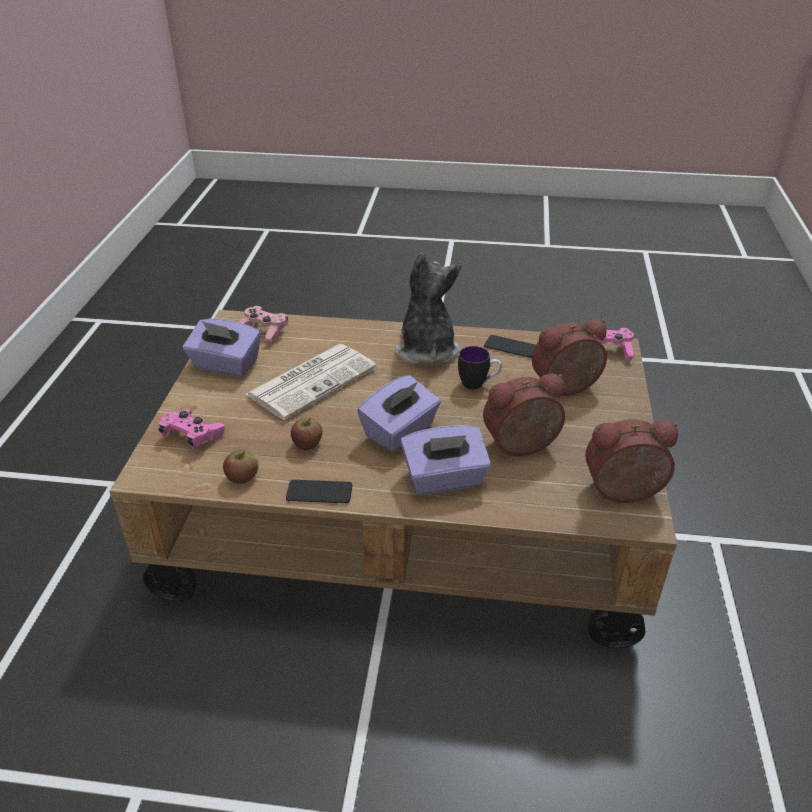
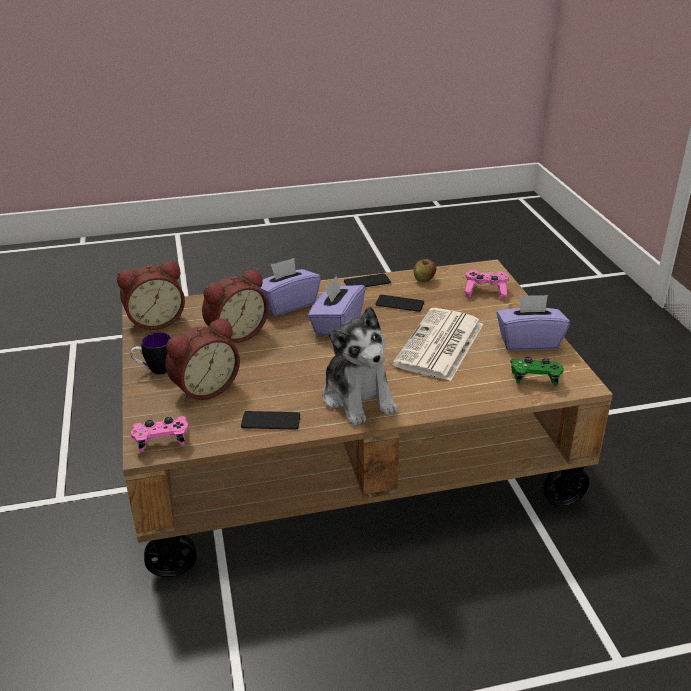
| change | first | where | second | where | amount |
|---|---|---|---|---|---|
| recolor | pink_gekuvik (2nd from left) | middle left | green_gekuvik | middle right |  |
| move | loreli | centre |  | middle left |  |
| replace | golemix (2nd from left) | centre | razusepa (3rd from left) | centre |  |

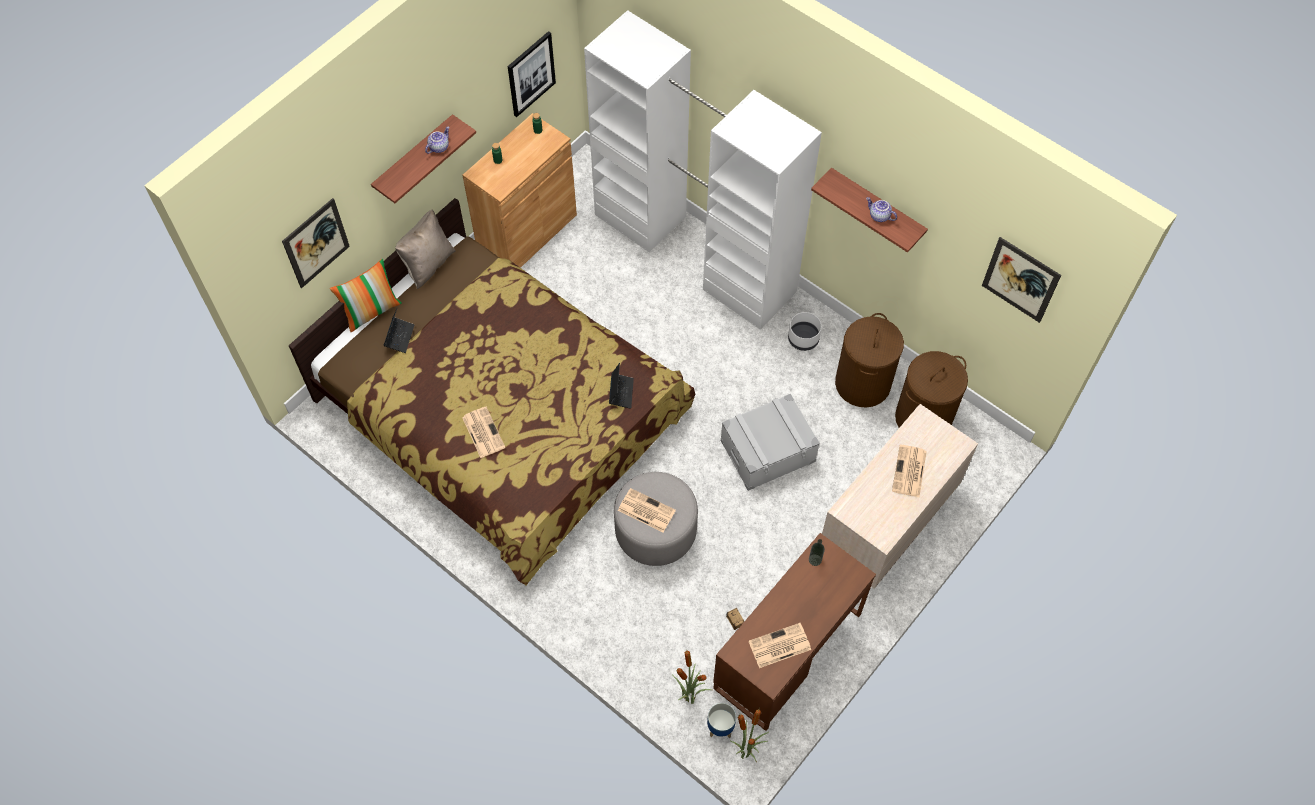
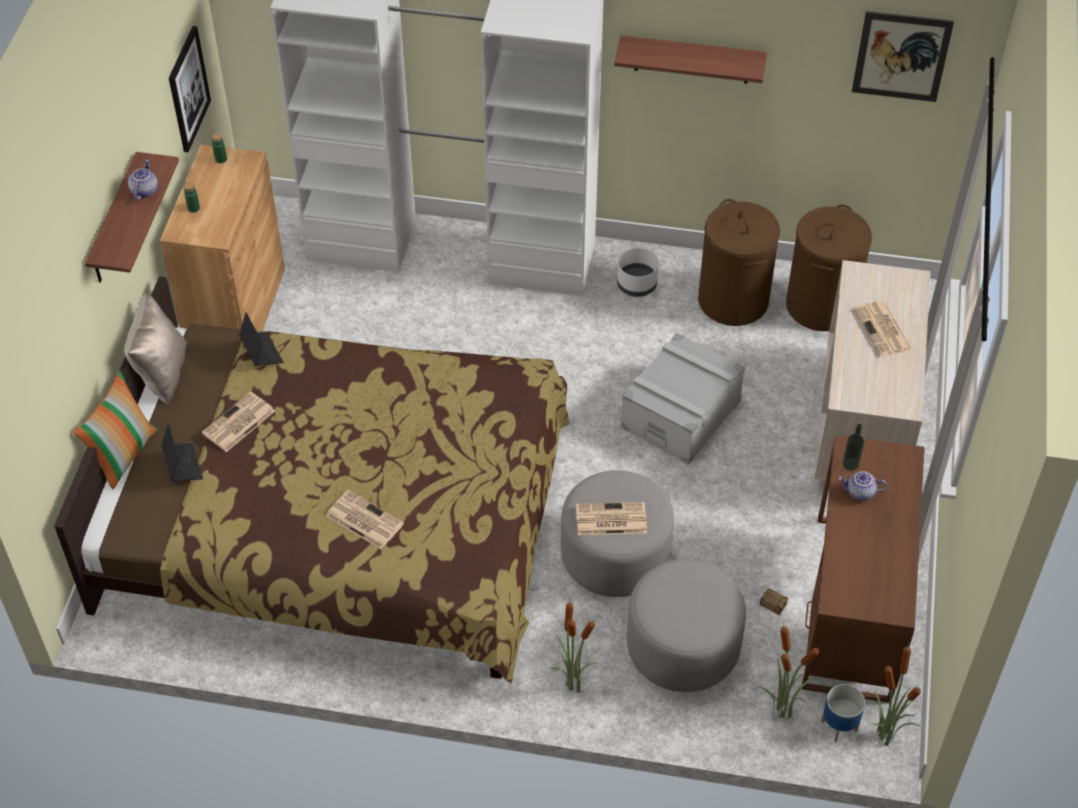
| change | first | where | second | where | amount |
|---|---|---|---|---|---|
| move | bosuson (2nd from left) | top right |  | middle right |  |
| delete | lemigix (1st from left) | top left |  |  |  |
| move | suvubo (2nd from left) | centre |  | middle left |  |
| move | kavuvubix (3rd from left in the first image) | bottom centre | kavuvubix (1st from left) | middle left |  |
| insert |  |  | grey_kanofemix (2nd from left) | bottom centre |  |
| insert |  |  | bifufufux (1st from left) | bottom centre |  |

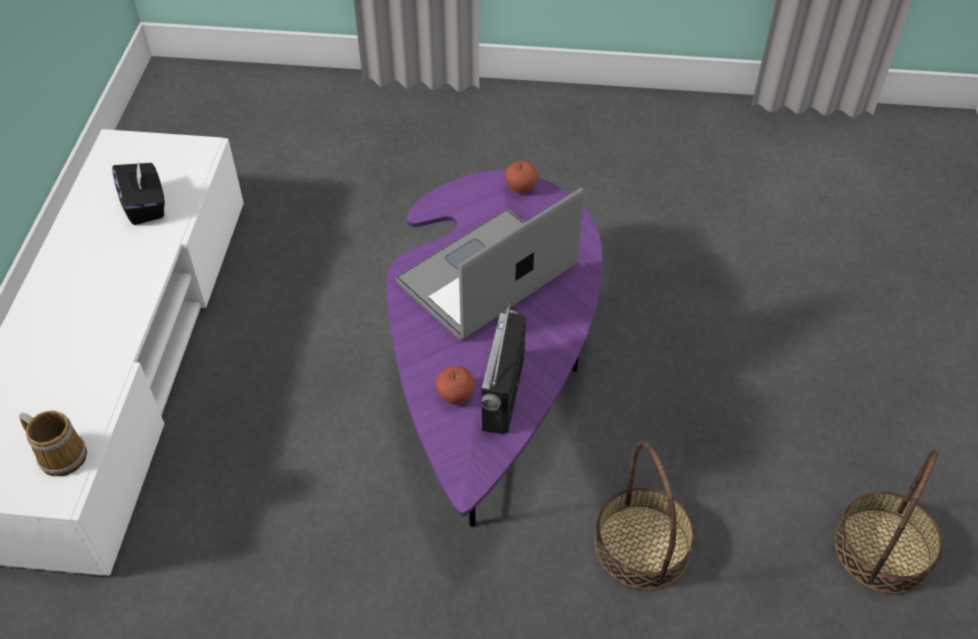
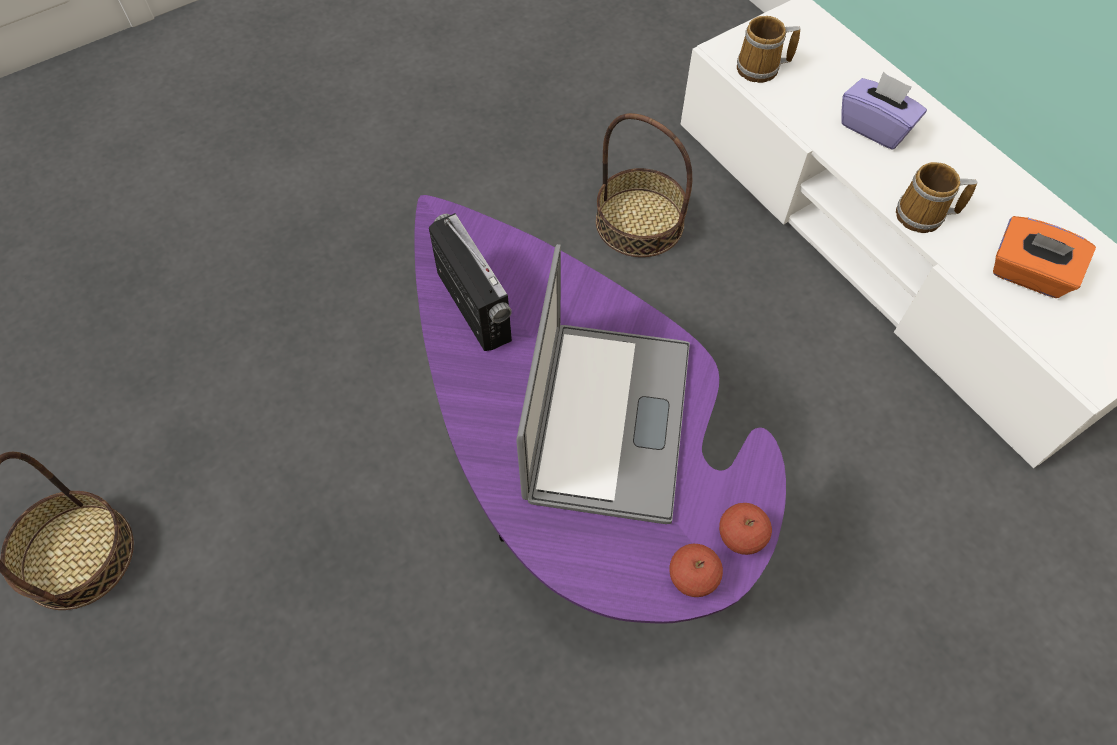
| change | first | where | second | where | amount |
|---|---|---|---|---|---|
| recolor | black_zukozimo | top left | orange_zukozimo | middle right |  |
| move | golemix (1st from left in the first image) | centre | golemix (2nd from left) | bottom right |  |
| move | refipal (1st from left in the first image) | bottom centre | refipal (2nd from left) | top centre |  |
| insert |  |  | purple_zukozimo | top right |  |
| insert |  |  | loreli (2nd from left) | top right |  |

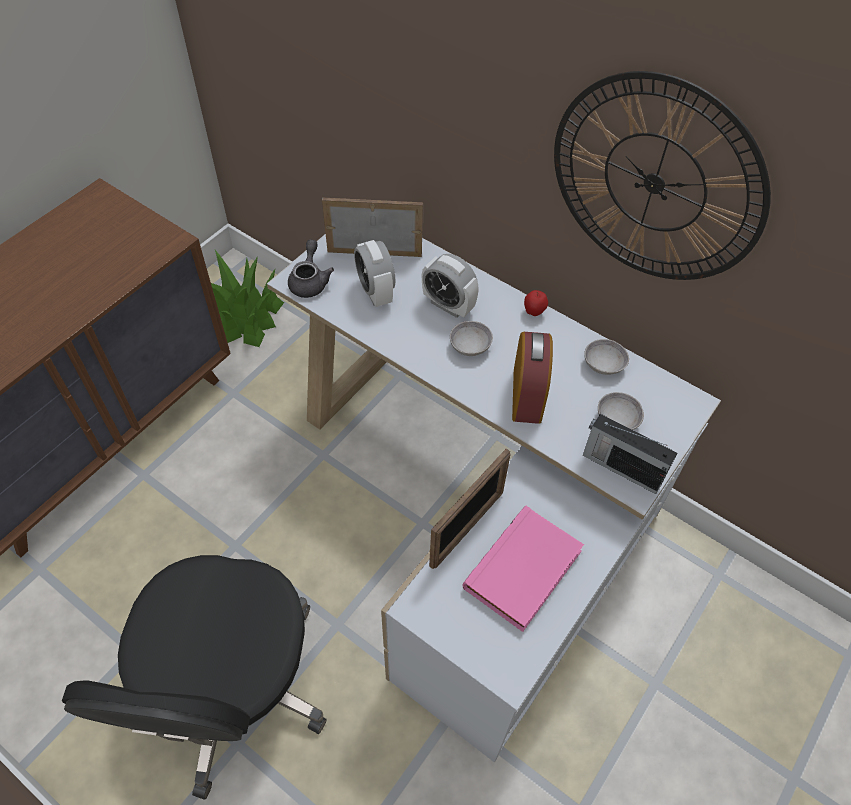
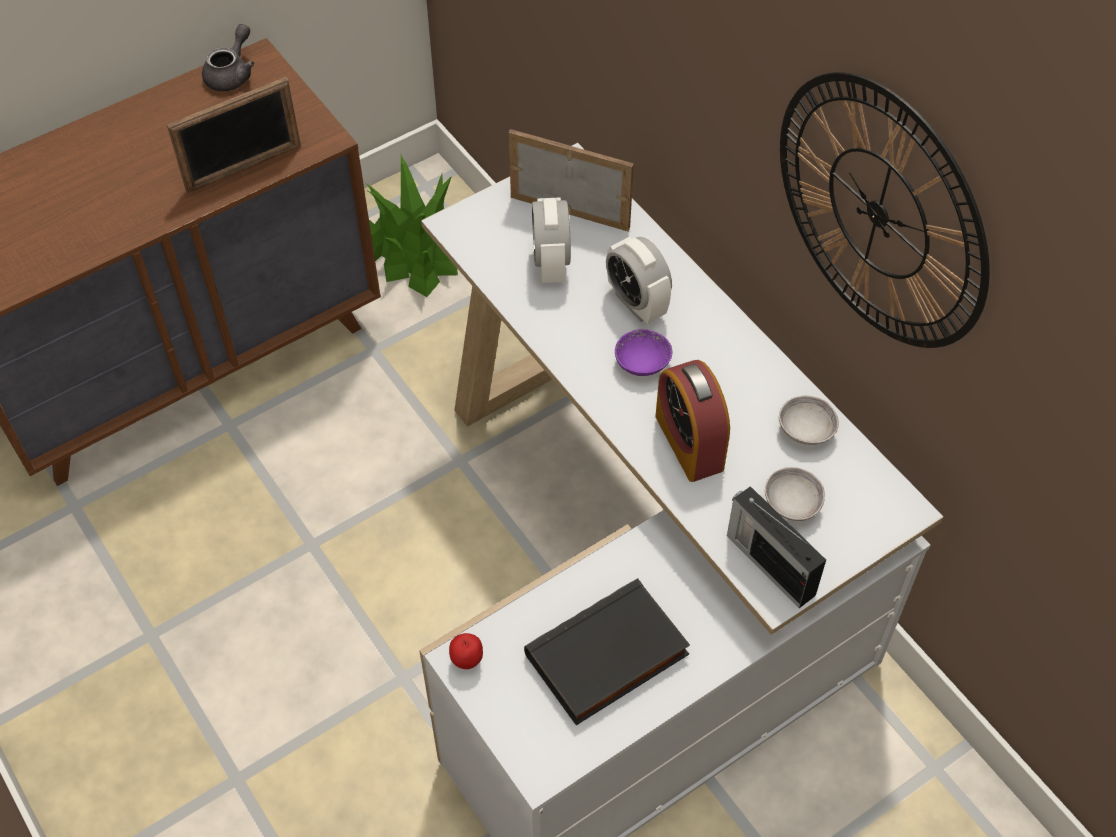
| change | first | where | second | where | amount |
|---|---|---|---|---|---|
| move | grey_bosuson | top centre |  | top left |  |
| move | golemix | centre |  | bottom centre |  |
| recolor | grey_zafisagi (1st from left) | centre | purple_zafisagi | centre |  |
| rotate | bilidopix (3rd from left) | centre |  | centre | 135 degrees clockwise |
| move | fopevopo (2nd from left in the first image) | centre | fopevopo (1st from left) | top left |  |
| recolor | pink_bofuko | bottom centre | black_bofuko | bottom centre |  |
| delete | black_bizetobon | bottom left |  |  |  |

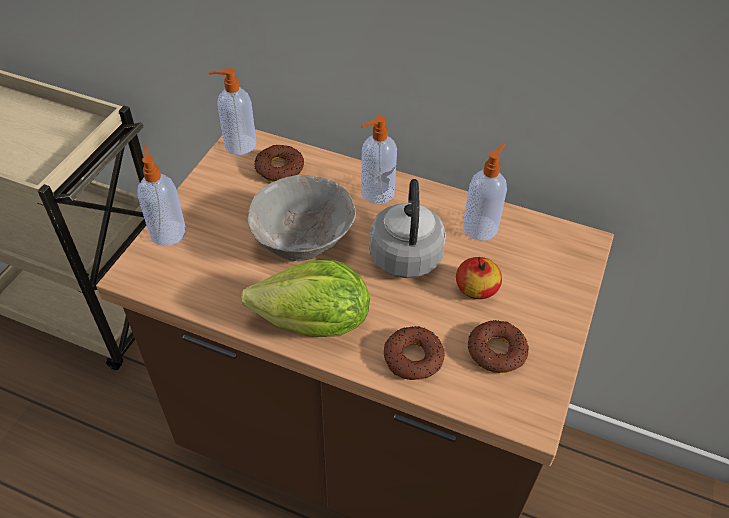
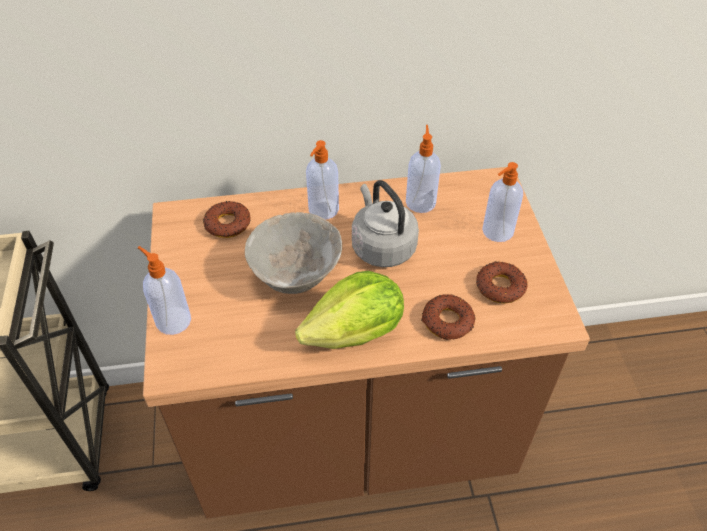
| change | first | where | second | where | amount |
|---|---|---|---|---|---|
| move | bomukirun (2nd from left in the first image) | top left | bomukirun (4th from left) | middle right |  |
| delete | golemix | centre |  |  |  |

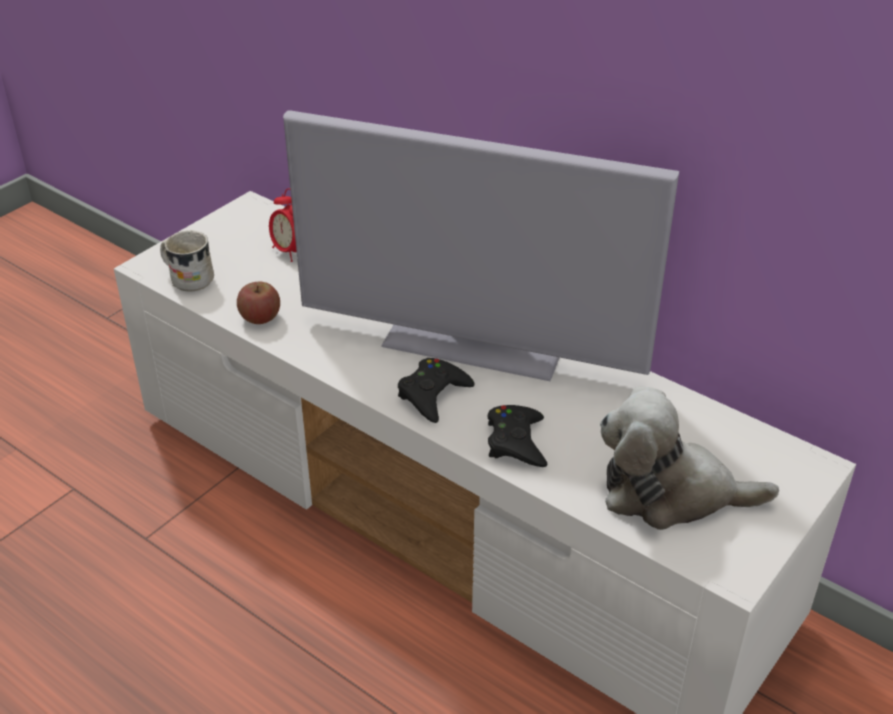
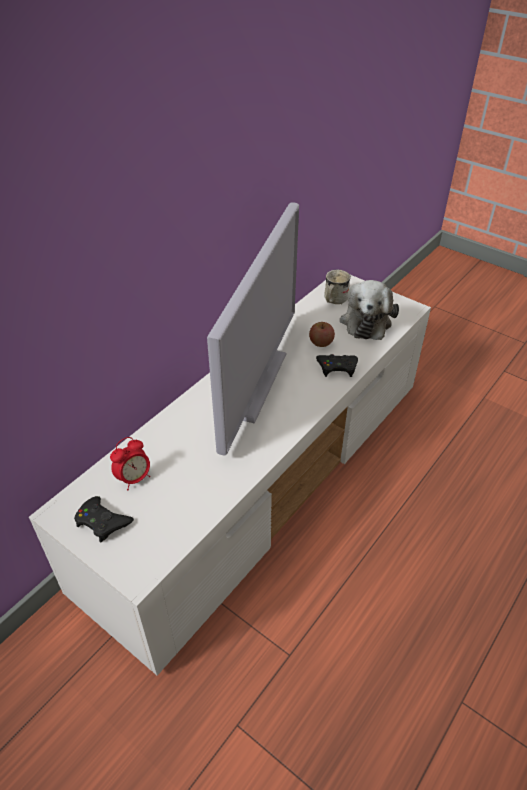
| change | first | where | second | where | amount |
|---|---|---|---|---|---|
| move | white_loreli | middle left |  | centre |  |
| move | golemix | middle left |  | centre |  |
| move | black_gekuvik (1st from left) | centre |  | middle left |  |

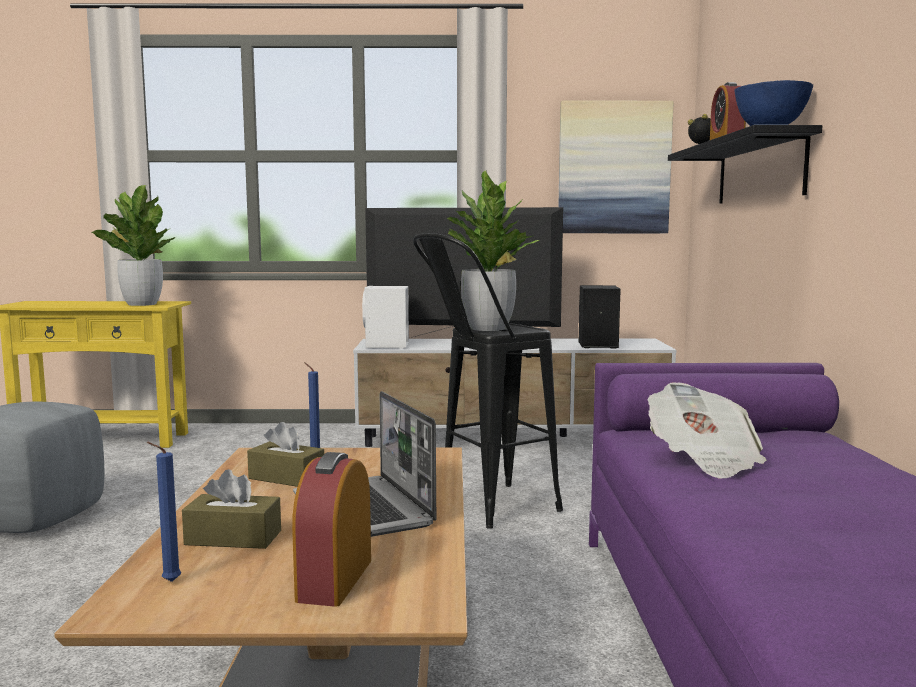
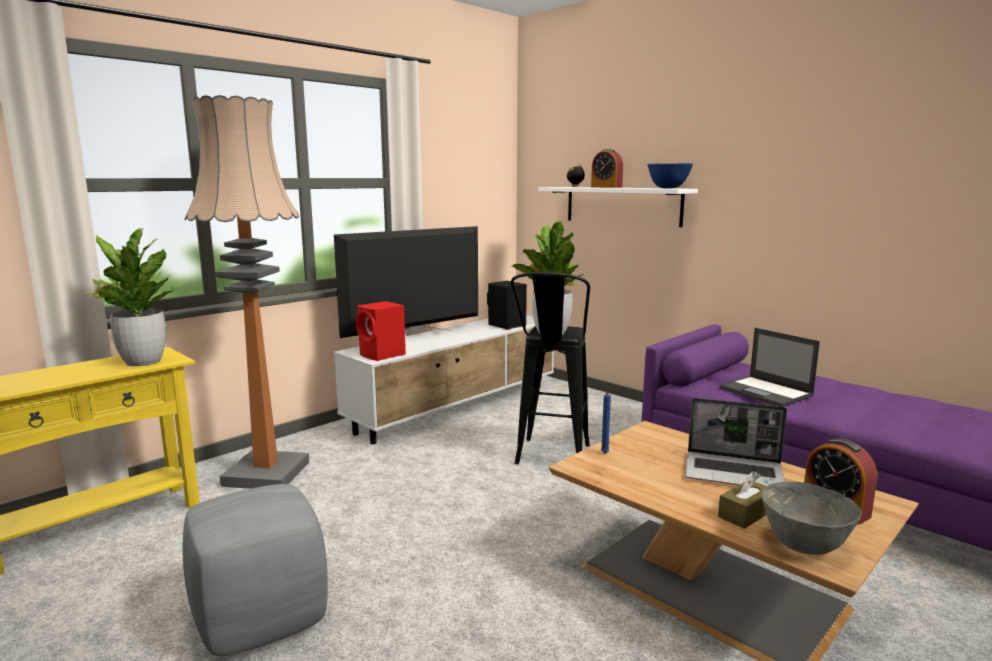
| change | first | where | second | where | amount |
|---|---|---|---|---|---|
| delete | lemigix | top right |  |  |  |
| recolor | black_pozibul | top right | white_pozibul | top centre |  |
| recolor | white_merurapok | centre | red_merurapok | centre |  |
| replace | kavuvubix | middle right | suvubo (2nd from left) | middle right |  |
| delete | brown_zukozimo (2nd from left) | middle left |  |  |  |
| replace | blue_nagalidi (1st from left) | bottom left | grey_zafisagi | bottom right |  |
| insert |  |  | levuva | middle left |  |

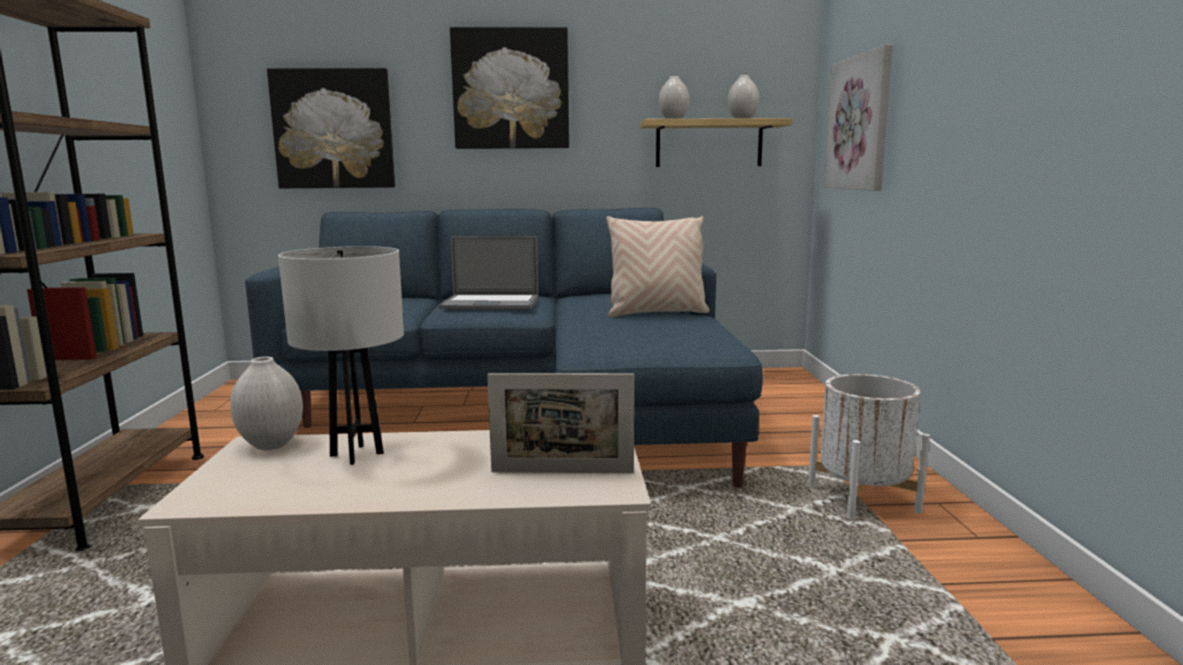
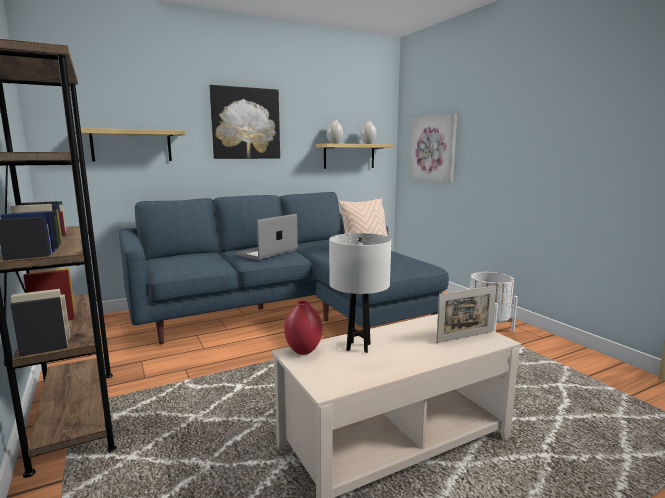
| change | first | where | second | where | amount |
|---|---|---|---|---|---|
| replace | lemigix (1st from left) | top left | pozibul (1st from left) | top left |  |
| rotate | suvubo | centre |  | centre | 150 degrees clockwise |
| recolor | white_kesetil (1st from left) | middle left | red_kesetil | centre |  |

